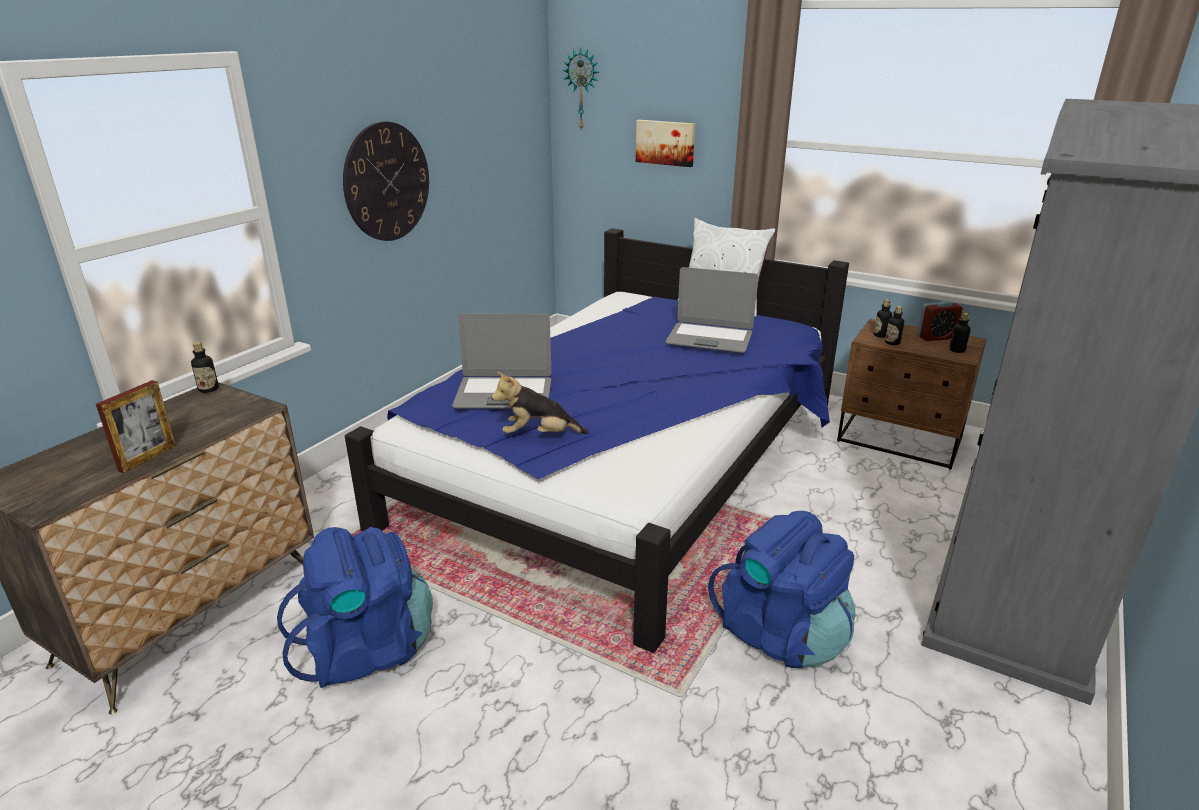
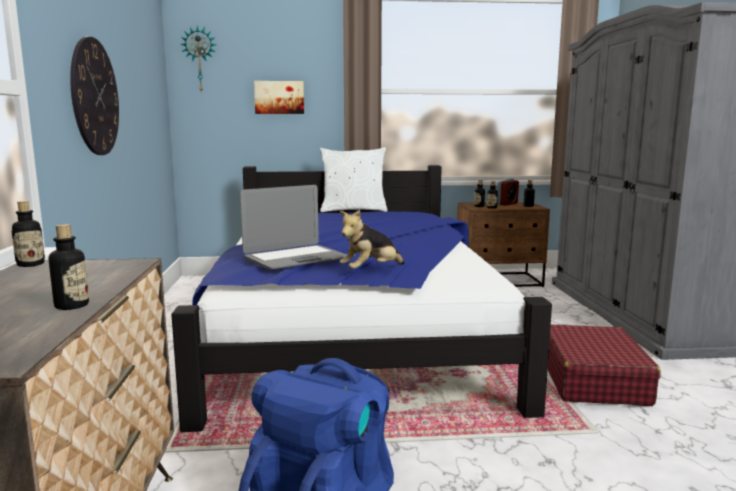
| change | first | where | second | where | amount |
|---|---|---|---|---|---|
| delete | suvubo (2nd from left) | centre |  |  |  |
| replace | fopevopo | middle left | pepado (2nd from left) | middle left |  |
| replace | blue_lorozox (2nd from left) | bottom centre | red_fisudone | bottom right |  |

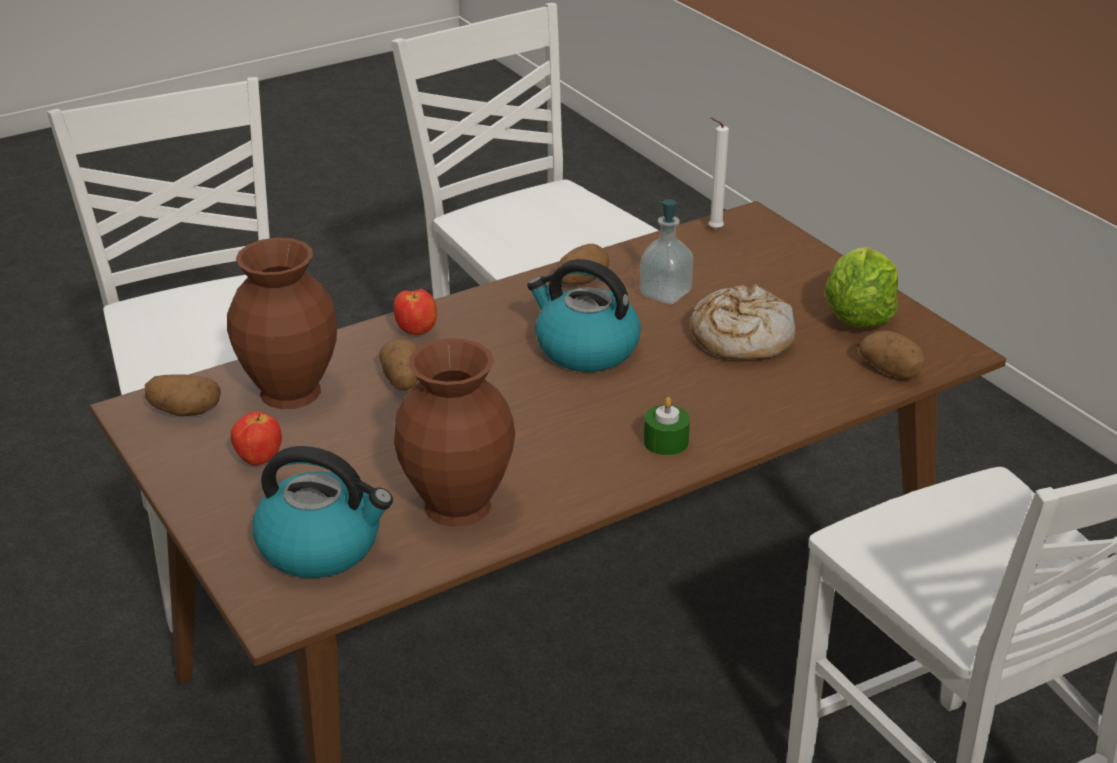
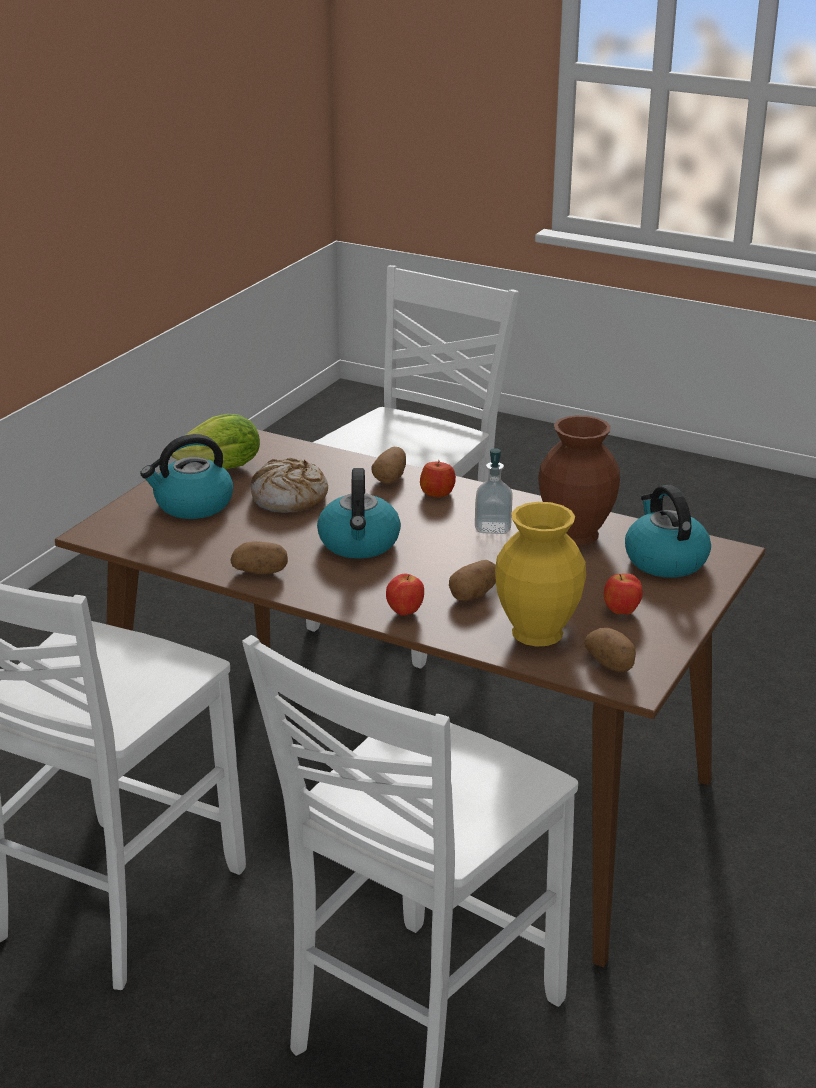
| change | first | where | second | where | amount |
|---|---|---|---|---|---|
| delete | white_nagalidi | top centre |  |  |  |
| move | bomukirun | top centre |  | centre |  |
| recolor | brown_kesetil (1st from left) | middle left | yellow_kesetil | centre |  |
| move | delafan (4th from left in the first image) | middle right | delafan (2nd from left) | centre |  |
| replace | green_nagalidi | centre | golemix (2nd from left) | centre |  |
| insert |  |  | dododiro (1st from left) | middle left |  |

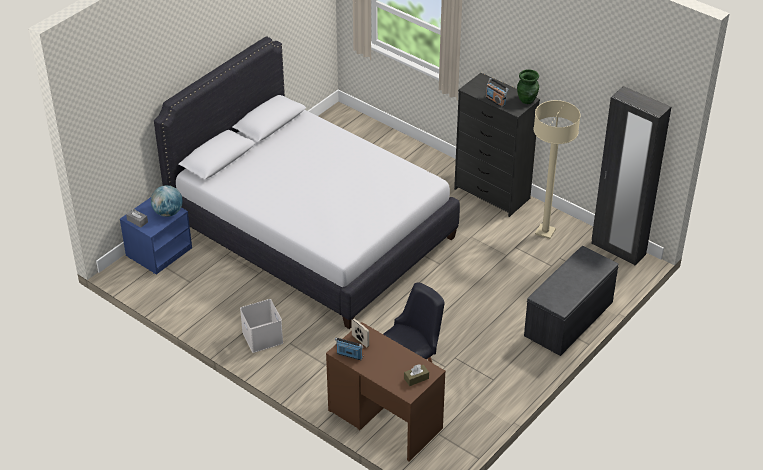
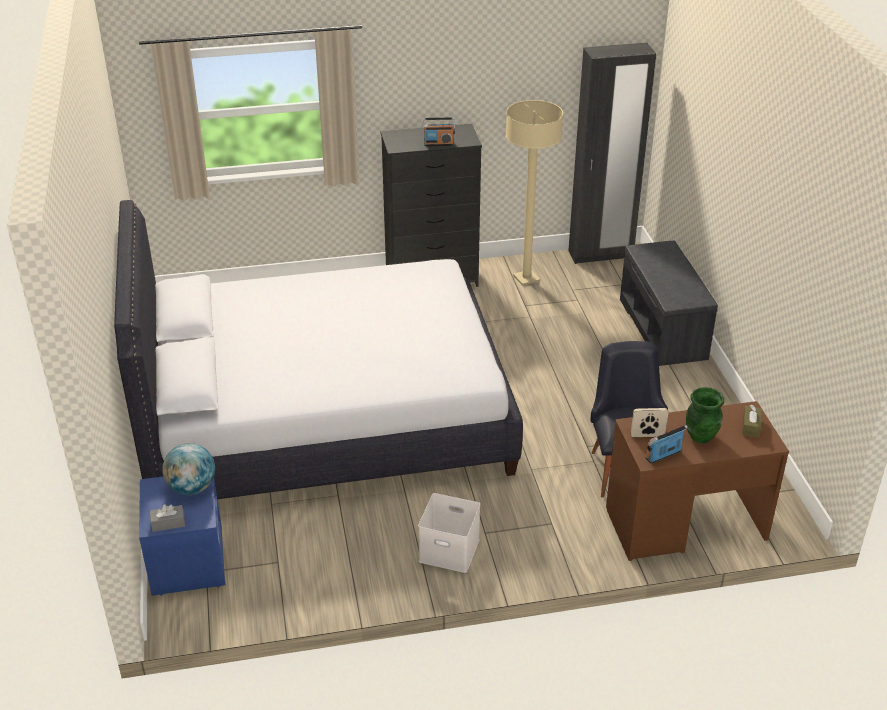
| change | first | where | second | where | amount |
|---|---|---|---|---|---|
| move | green_kesetil | top right |  | middle right |  |

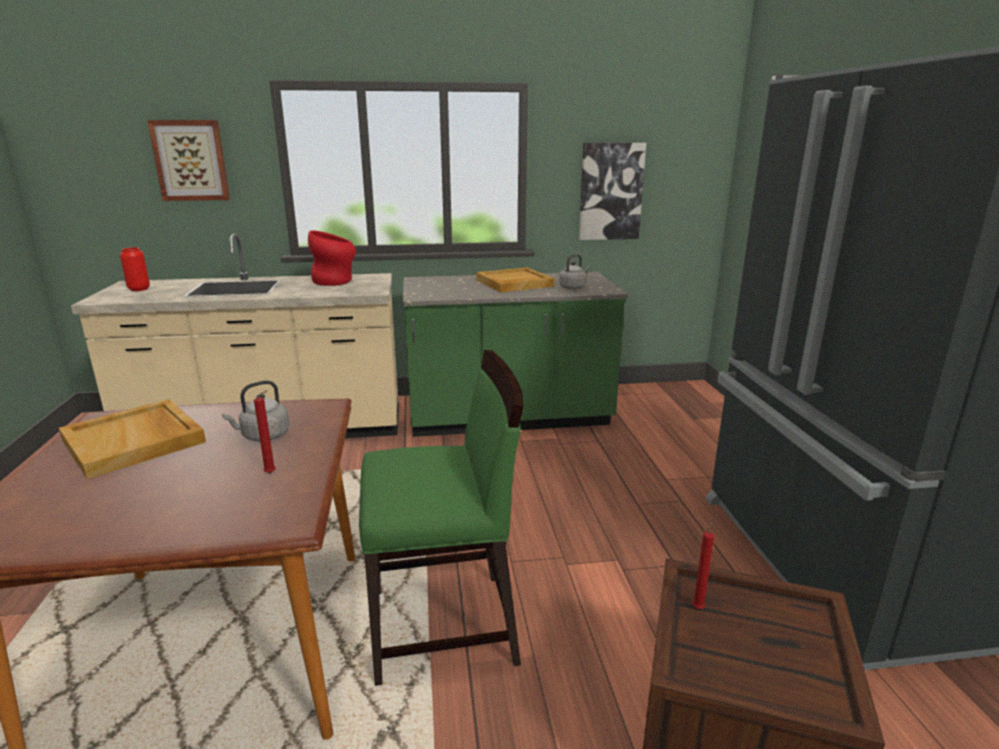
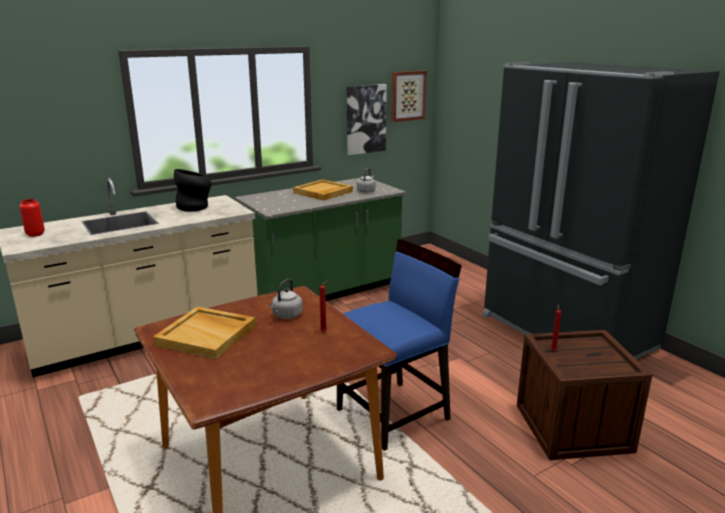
| change | first | where | second | where | amount |
|---|---|---|---|---|---|
| move | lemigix (1st from left in the first image) | top left | lemigix (2nd from left) | top centre |  |
| recolor | red_kesetil (2nd from left) | middle left | black_kesetil | middle left |  |
| recolor | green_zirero | bottom centre | blue_zirero | bottom centre |  |

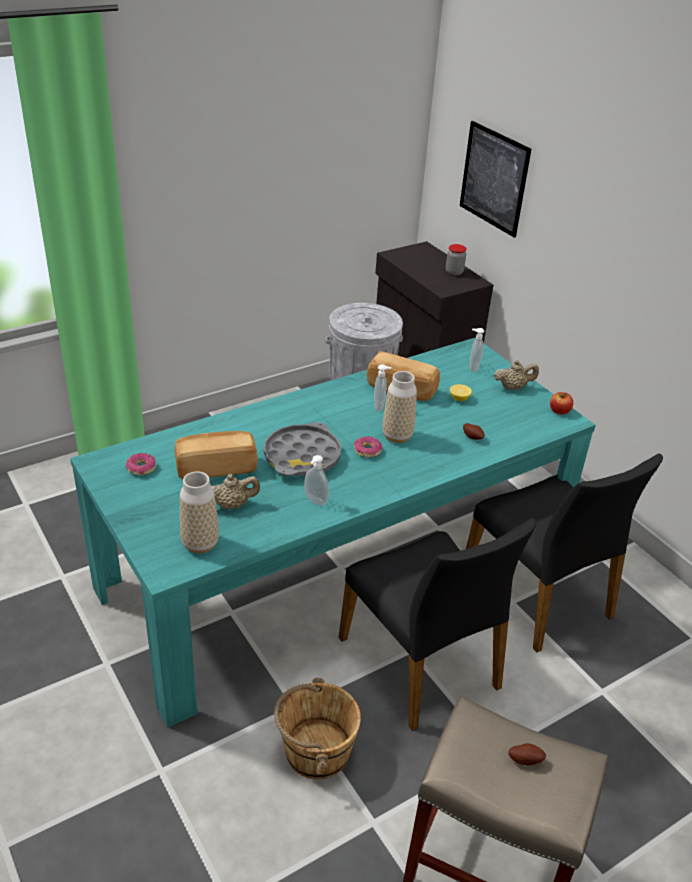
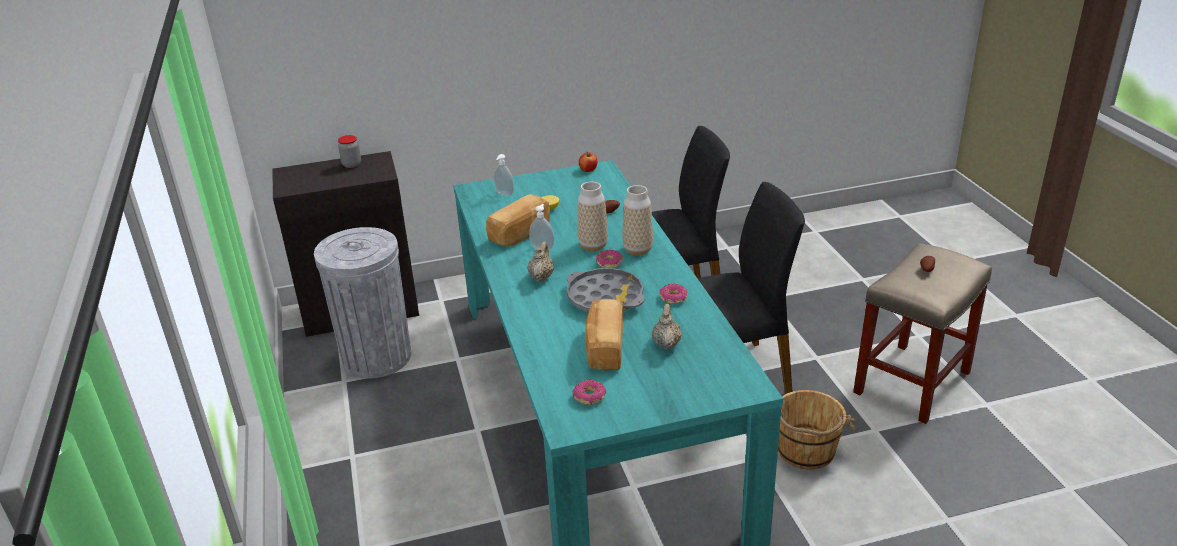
| change | first | where | second | where | amount |
|---|---|---|---|---|---|
| delete | lemigix | top right |  |  |  |
| move | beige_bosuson (2nd from left in the first image) | middle right | beige_bosuson (1st from left) | centre |  |
| replace | bomukirun (1st from left) | centre | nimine (3rd from left) | centre |  |
| move | kesetil (1st from left in the first image) | middle left | kesetil (2nd from left) | centre |  |

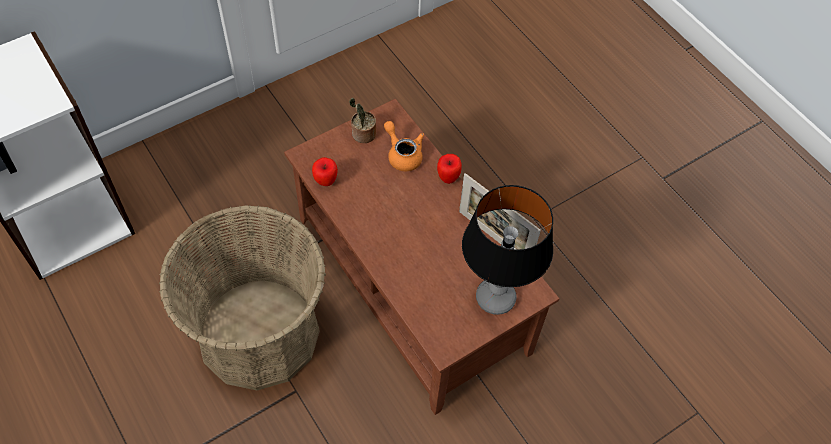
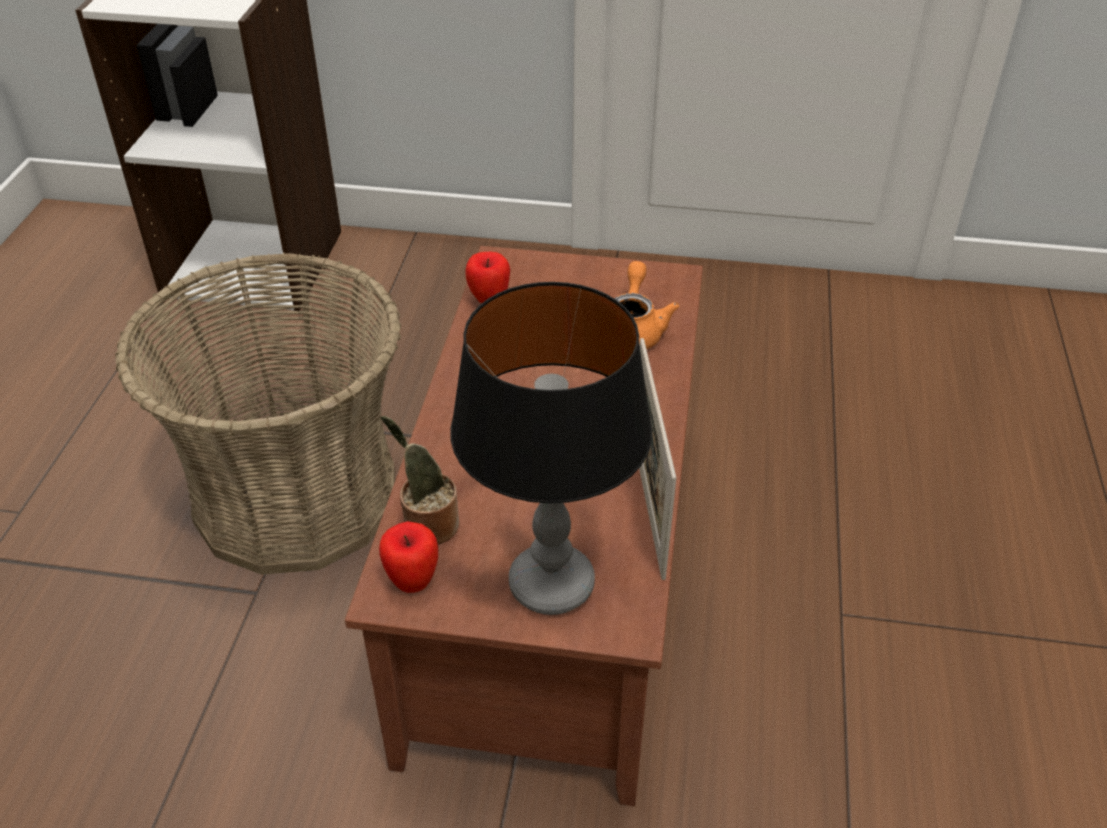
| change | first | where | second | where | amount |
|---|---|---|---|---|---|
| move | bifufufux | top centre |  | centre |  |
| move | golemix (2nd from left in the first image) | centre | golemix (1st from left) | bottom centre |  |

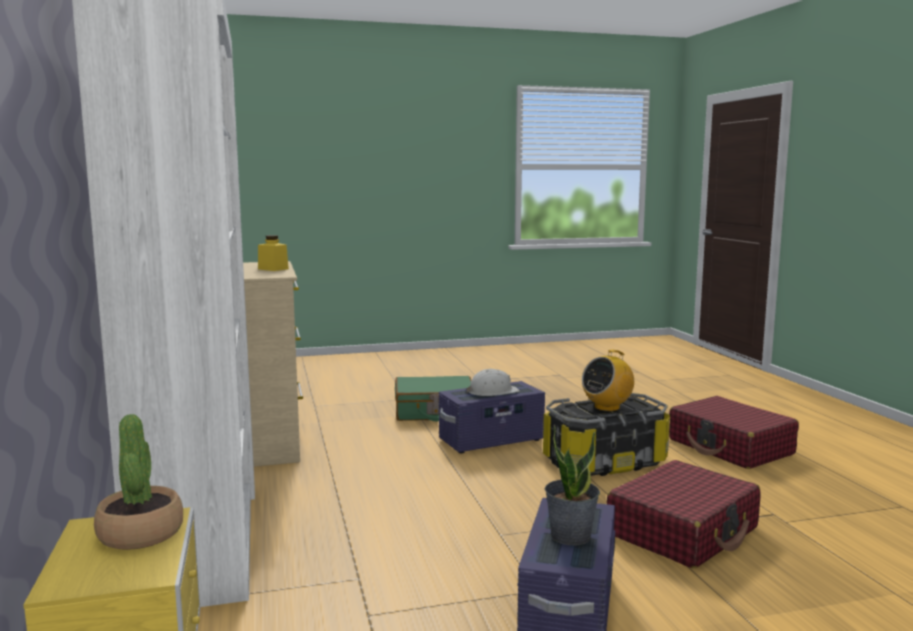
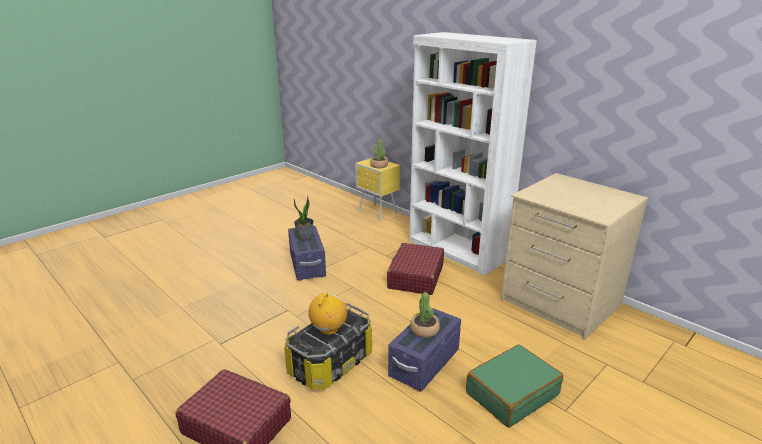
| change | first | where | second | where | amount |
|---|---|---|---|---|---|
| delete | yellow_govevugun | middle left |  |  |  |
| replace | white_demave | centre | bifufufux (3rd from left) | bottom centre |  |
| move | red_fisudone (1st from left in the first image) | bottom right | red_fisudone (2nd from left) | centre |  |

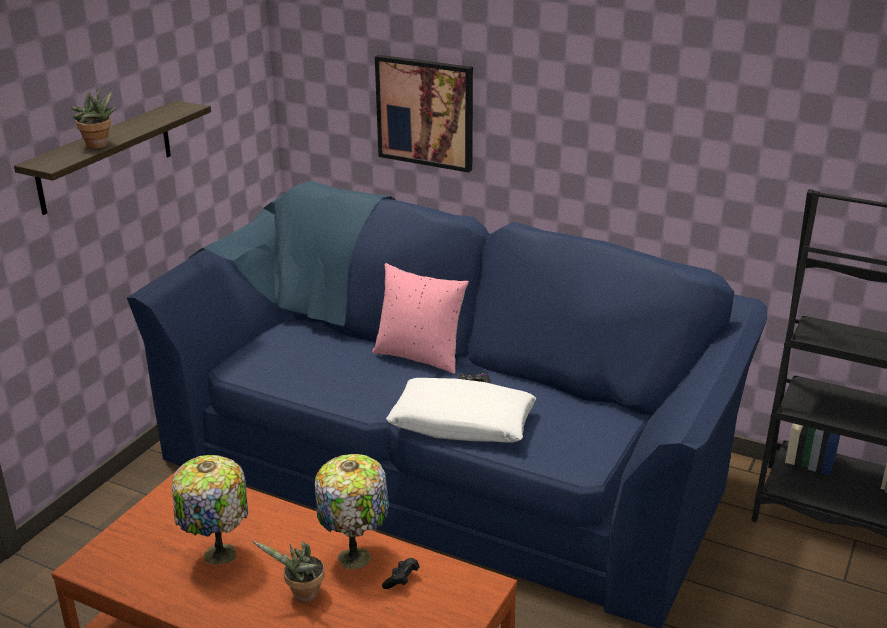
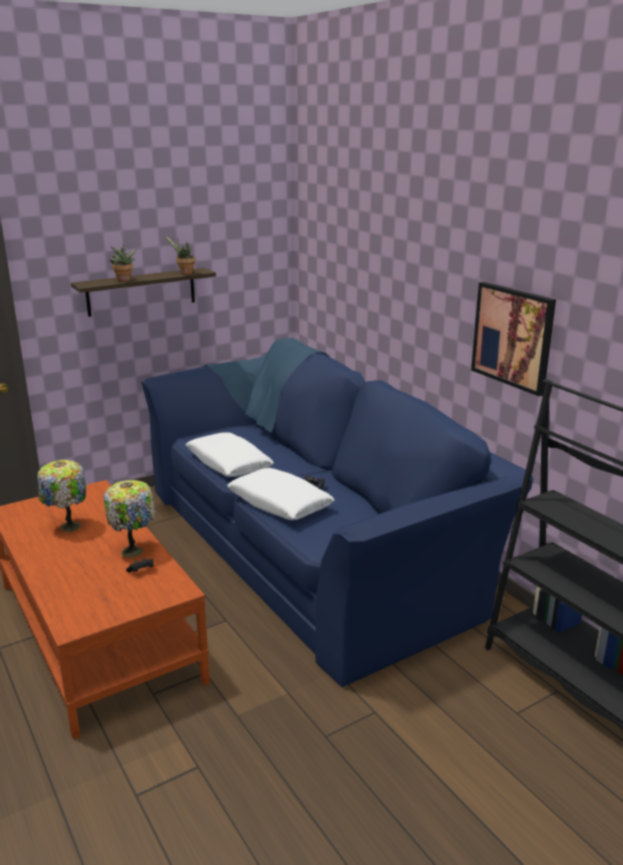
| change | first | where | second | where | amount |
|---|---|---|---|---|---|
| move | lemigix | top centre |  | middle right |  |
| delete | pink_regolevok | centre |  |  |  |
| move | bifufufux (2nd from left) | bottom left |  | top left |  |
| insert |  |  | white_regolevok (1st from left) | centre |  |

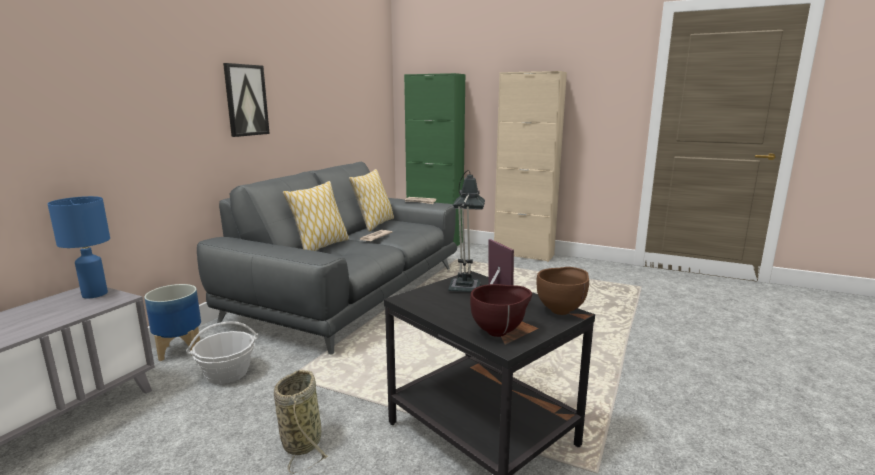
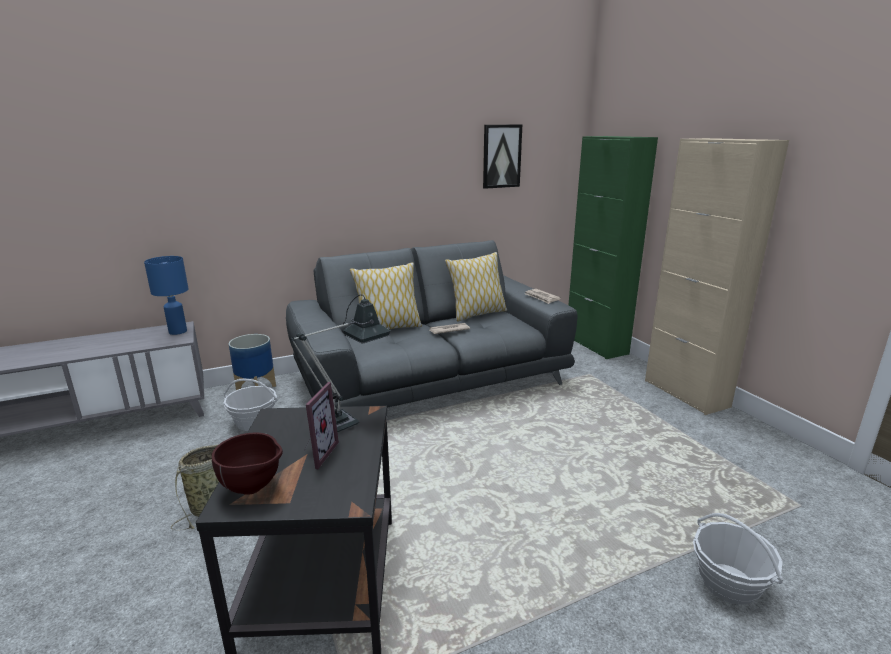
| change | first | where | second | where | amount |
|---|---|---|---|---|---|
| move | lemigix | top left |  | top centre |  |
| delete | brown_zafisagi (2nd from left) | centre |  |  |  |
| insert |  |  | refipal (3rd from left) | bottom right |  |

